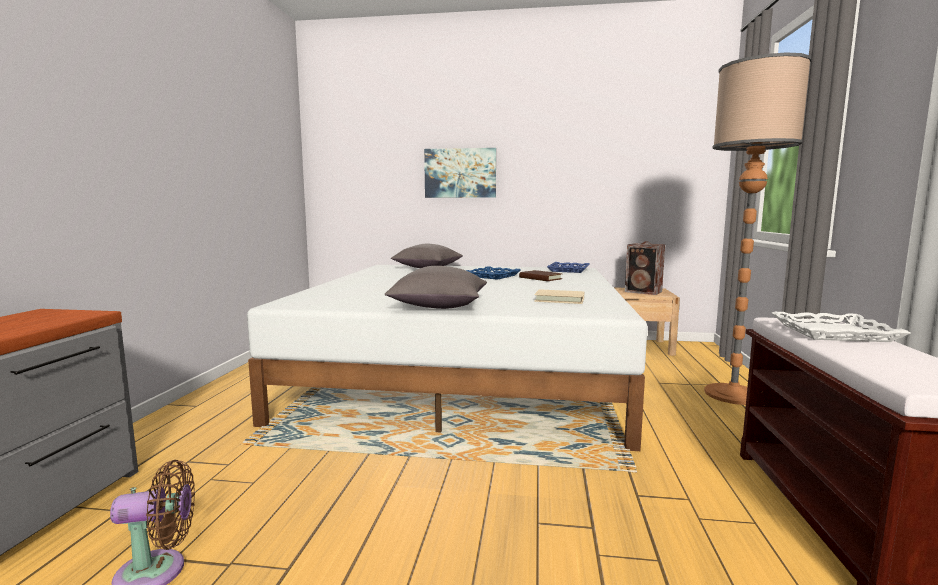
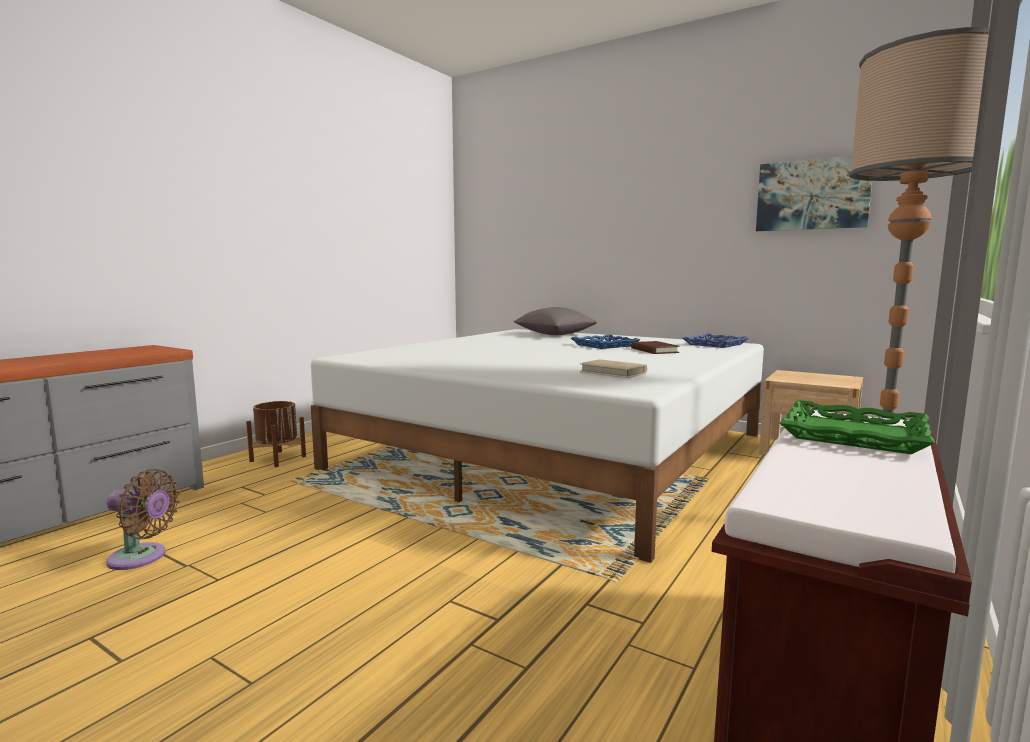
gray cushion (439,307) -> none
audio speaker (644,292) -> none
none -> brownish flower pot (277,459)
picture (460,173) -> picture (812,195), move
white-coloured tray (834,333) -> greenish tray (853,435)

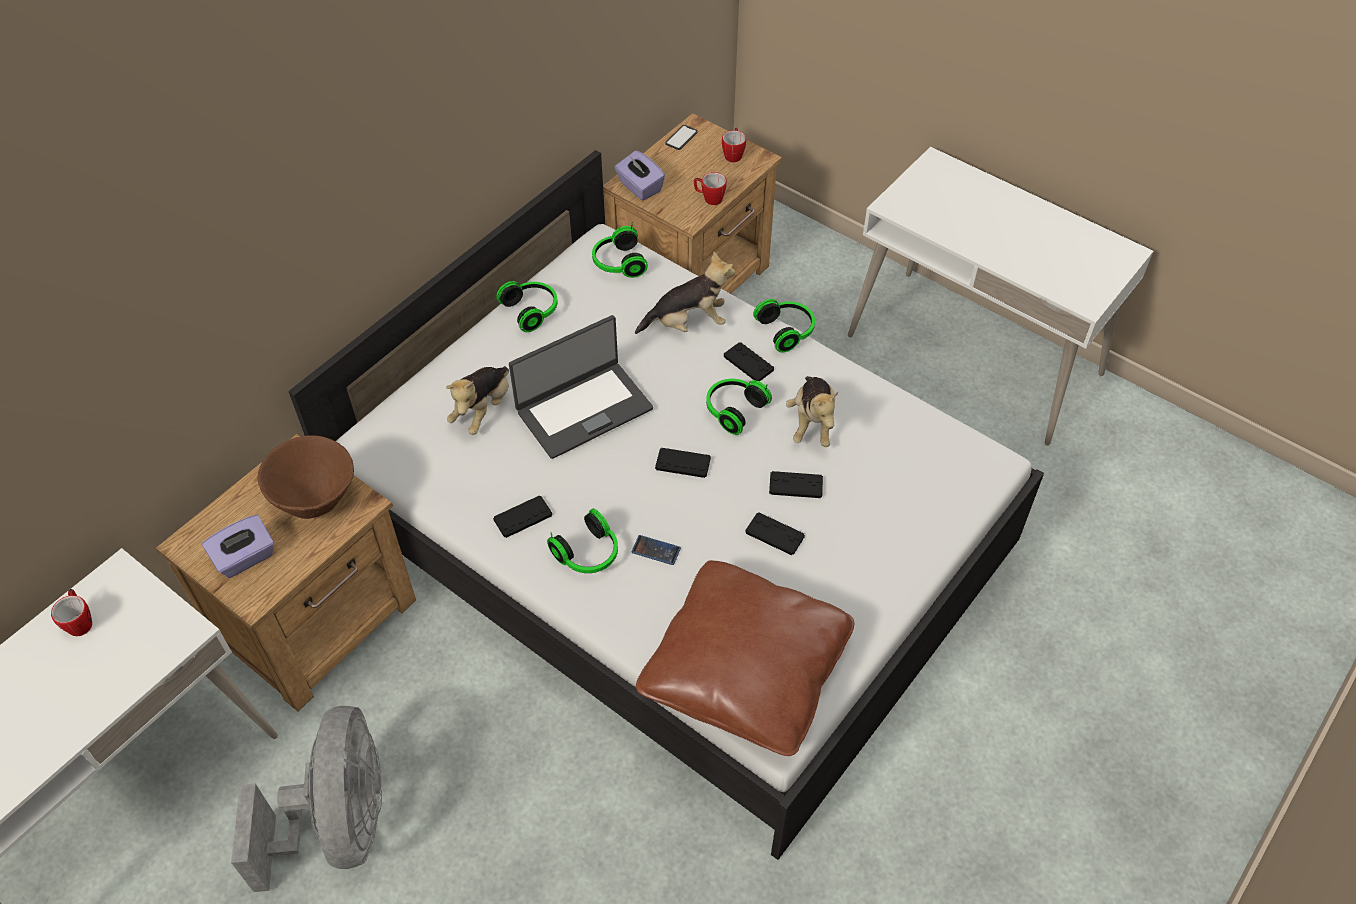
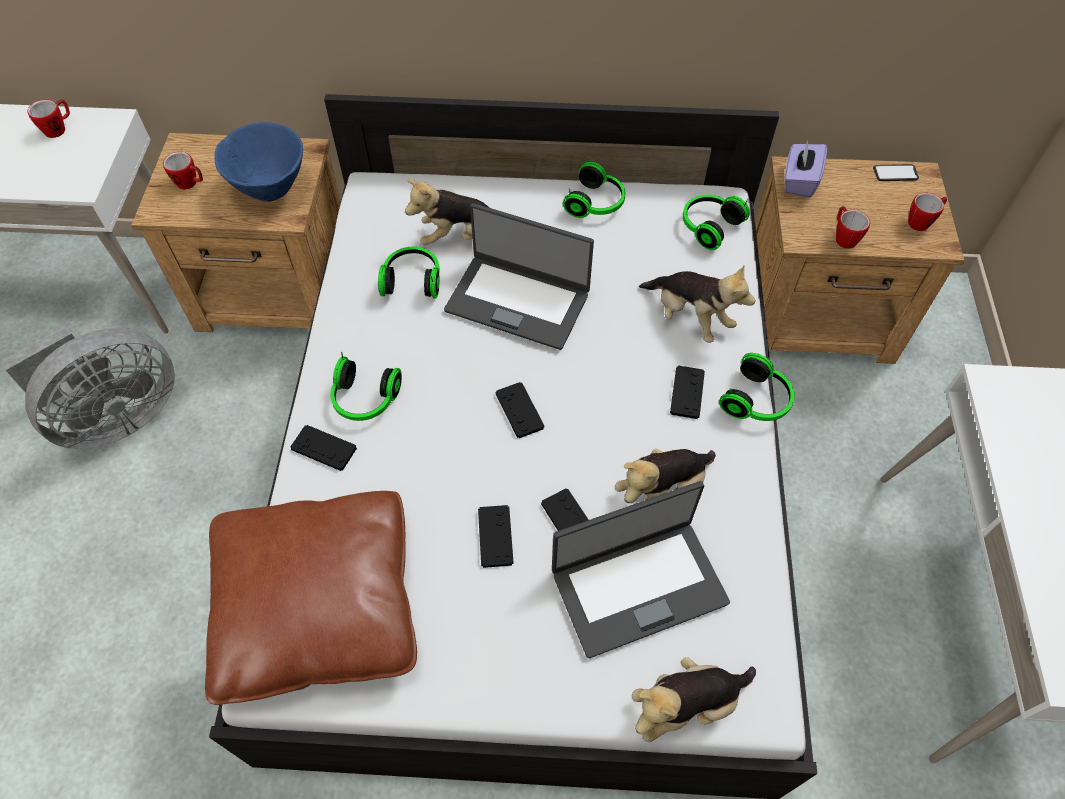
phone (656,550) -> none
none -> notebook computer (638,585)
none -> plush toy (686,705)
black game controller (523,517) -> black game controller (324,448), move
pair of headphones (733,410) -> pair of headphones (412,280), move
purple-coloured tissue box (245,558) -> coffee mug (190,183)
brownish deep dish (317,502) -> blue-coloured deep dish (271,190)

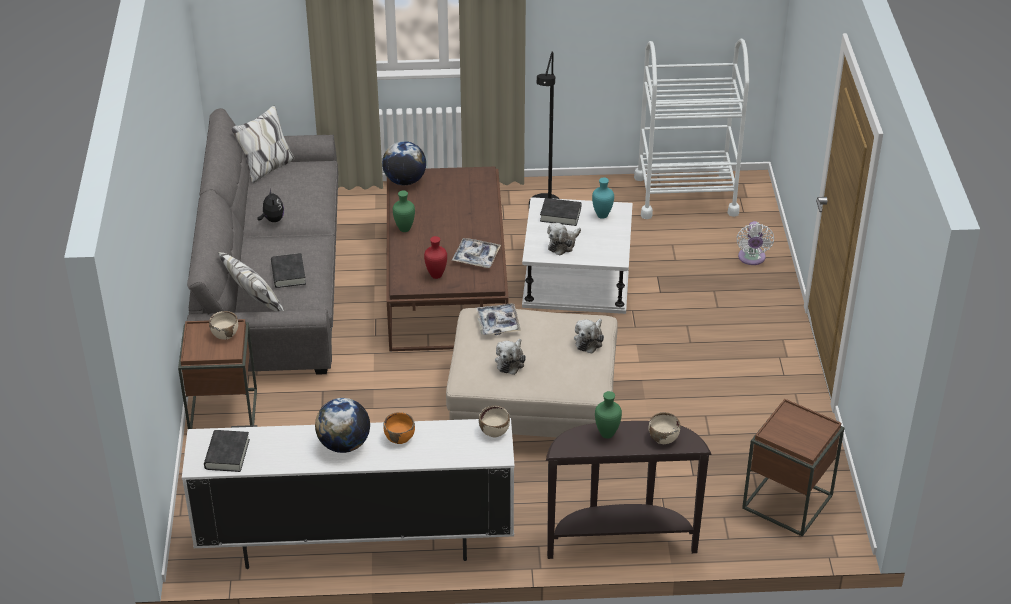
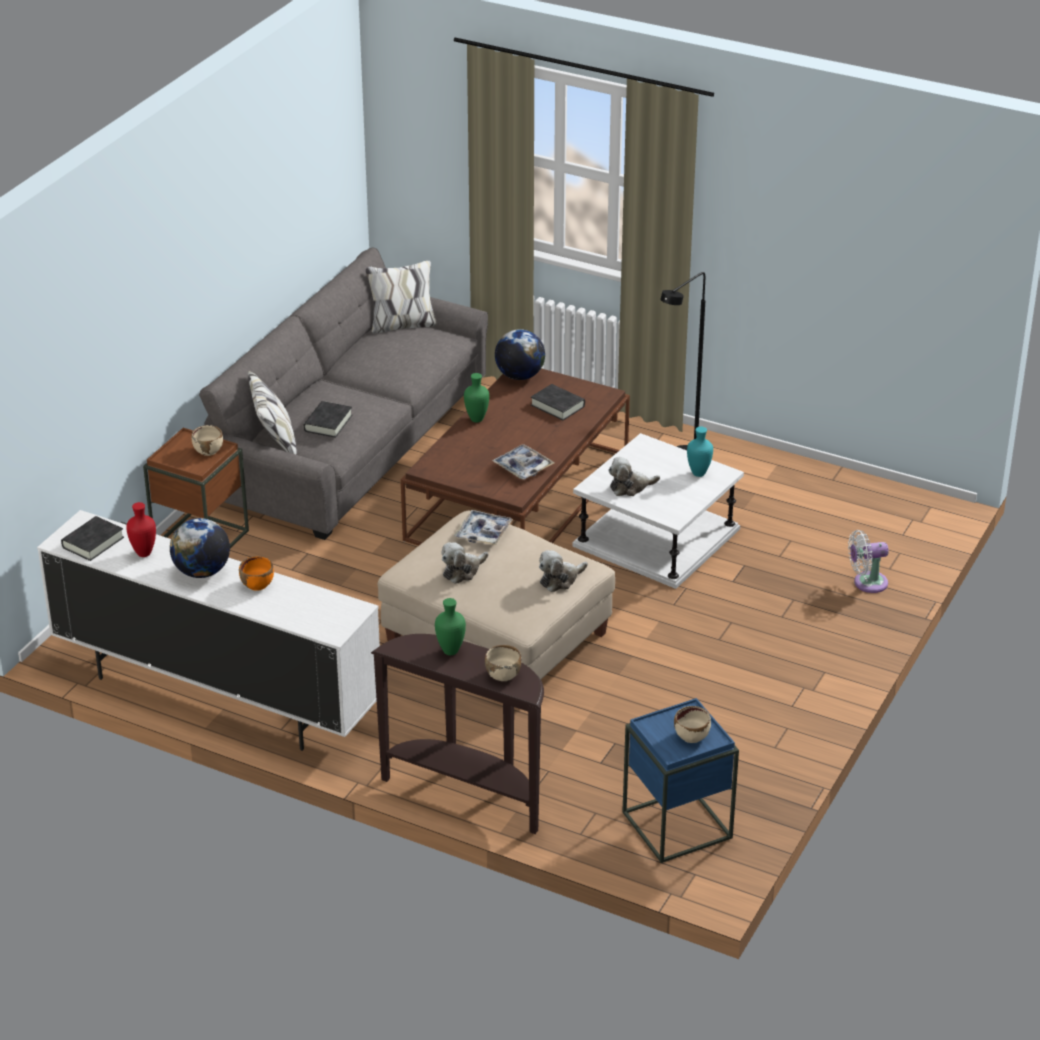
plush toy (272,220) -> none
white-coloured trolley (685,195) -> none
reddish decorative vase (436,276) -> reddish decorative vase (143,554), move
beige deep dish (494,431) -> beige deep dish (692,736), move
black volume (560,215) -> black volume (557,406), move
brownish end table (787,502) -> blue-coloured end table (676,825)
white-coloured fan (751,258) -> white-coloured fan (866,583), 45 degrees clockwise

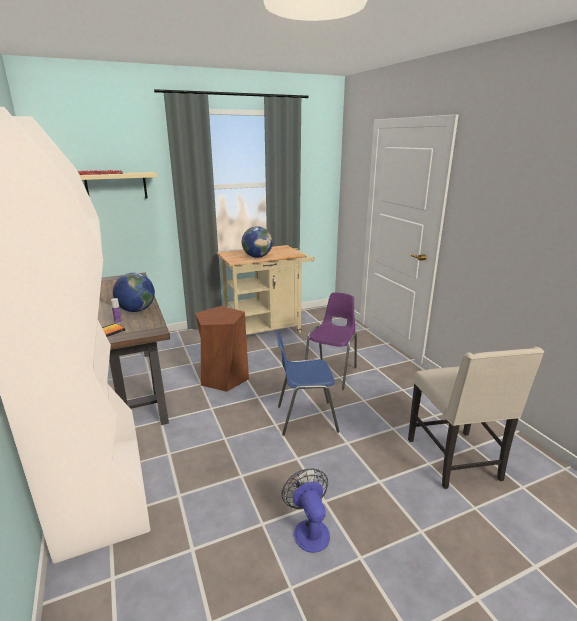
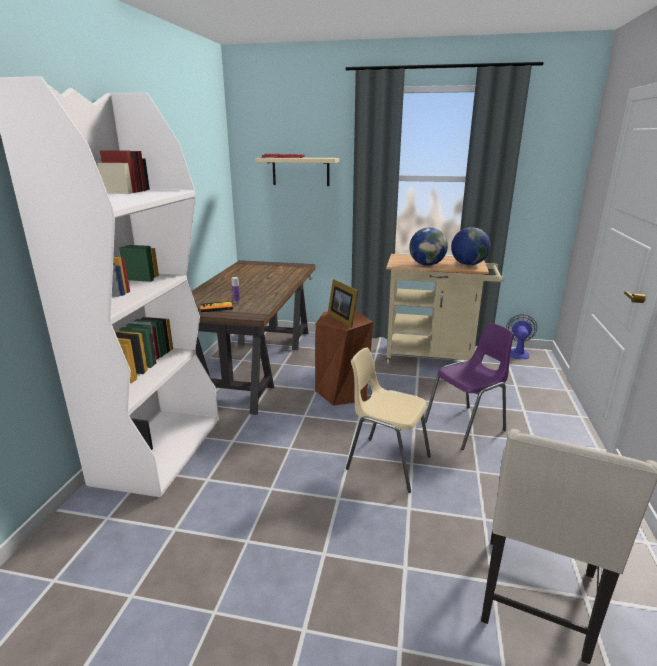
none -> standing frame (343,319)
globe (136,310) -> globe (468,264), move
fan (309,529) -> fan (518,352), move
blue-coloured chair (305,418) -> beige chair (386,462)

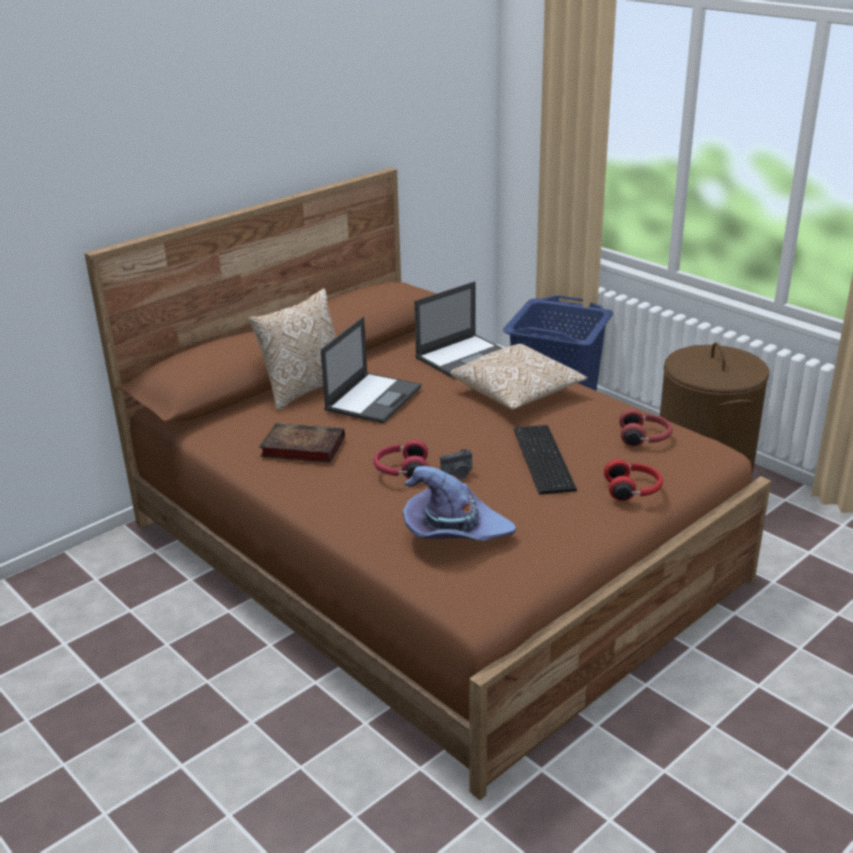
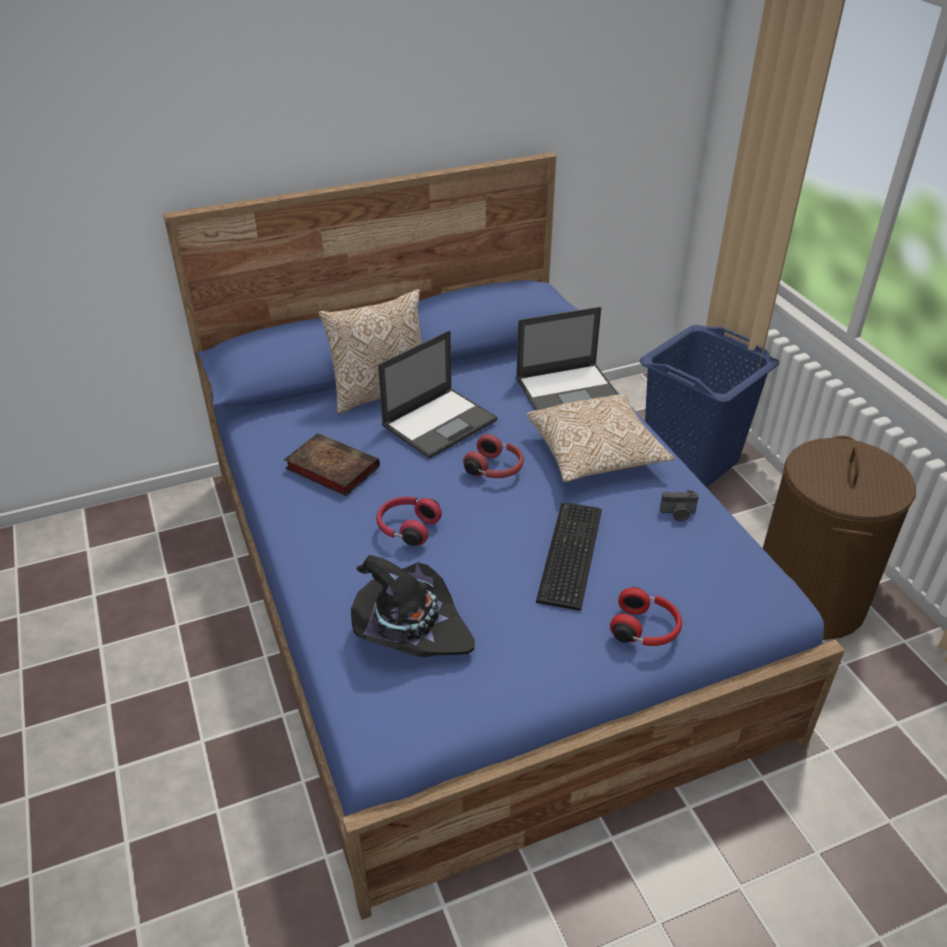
photo camera (458,473) -> photo camera (678,514), move
reddish pair of headphones (645,438) -> reddish pair of headphones (495,469), move
brownish bedroom bed (429,549) -> blue-coloured bedroom bed (474,590)
purple-coloured wearable hat (454,530) -> black wearable hat (410,627)

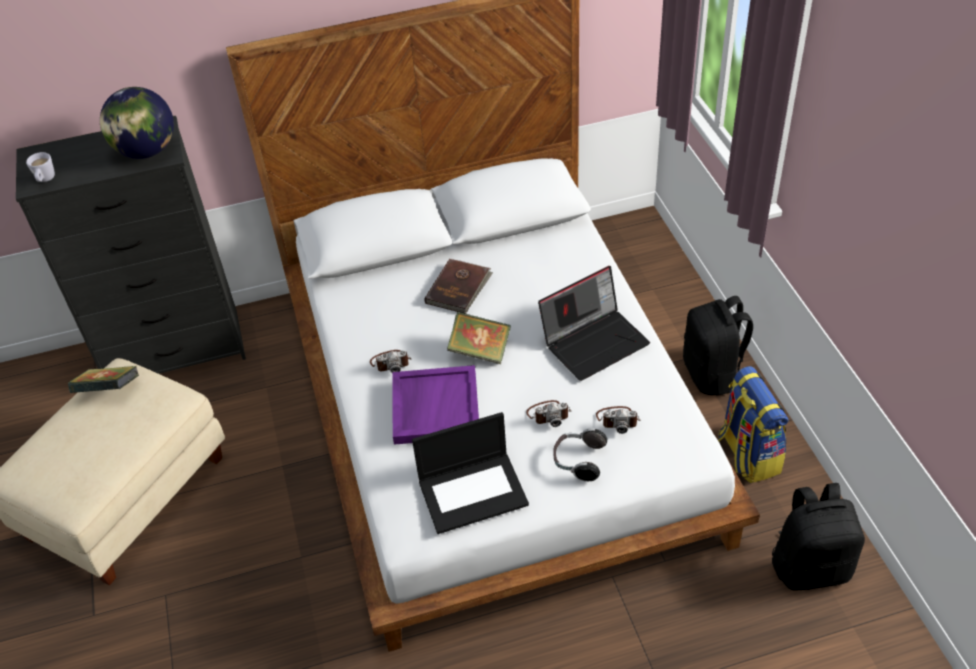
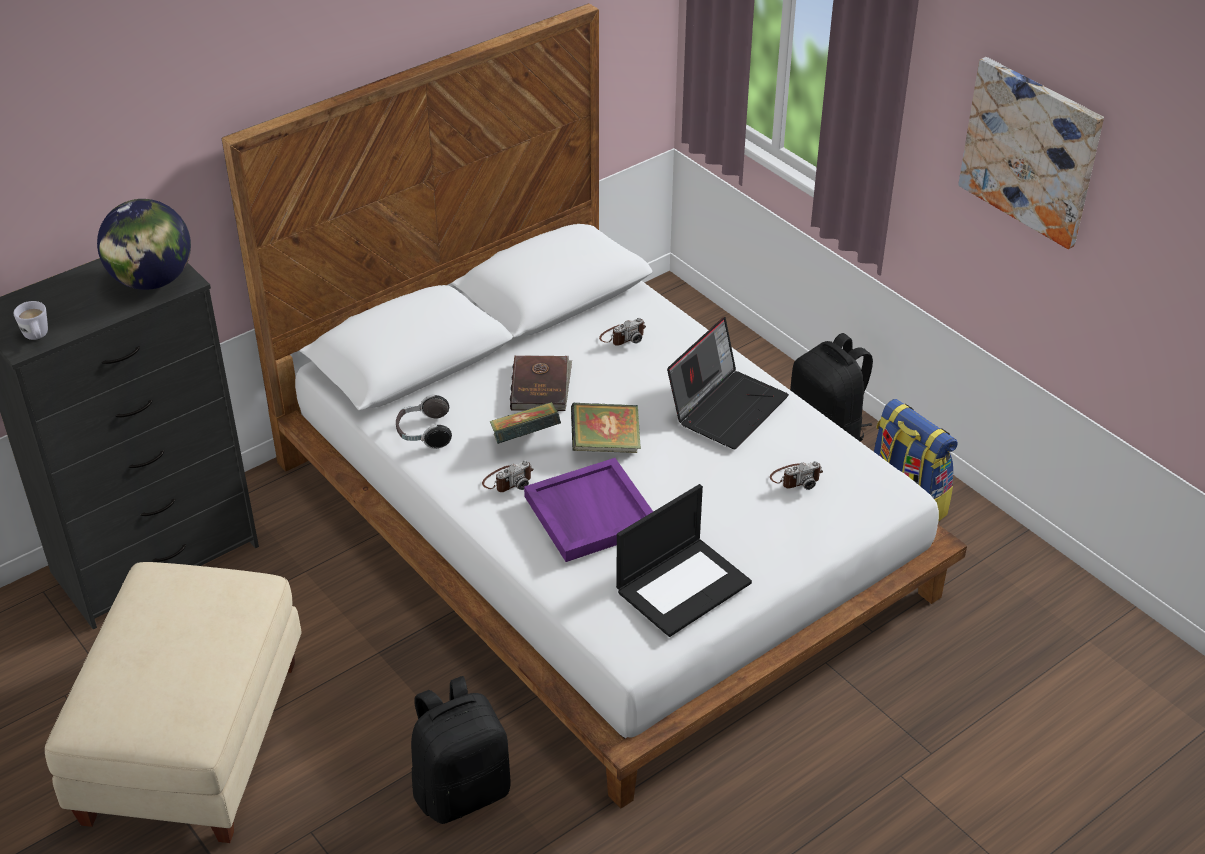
none -> picture (1031,151)
volume (109,391) -> volume (525,439), move
photo camera (548,414) -> photo camera (622,336), move
pair of headphones (578,461) -> pair of headphones (424,433), move
black knapsack (810,566) -> black knapsack (462,790), move

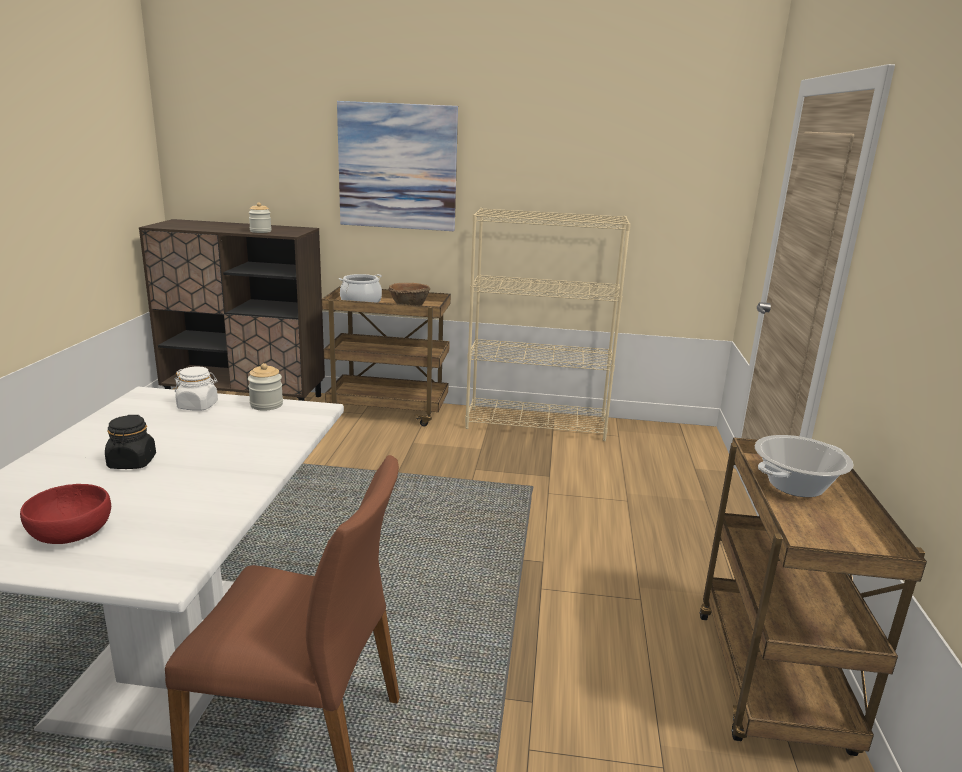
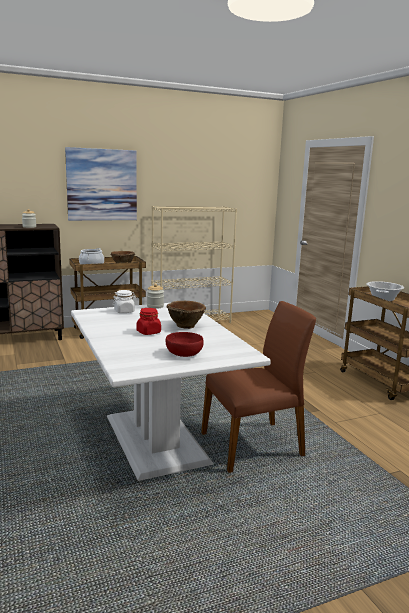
none -> brownish deep dish (185,325)
black storage jar (132,462) -> reddish storage jar (148,332)

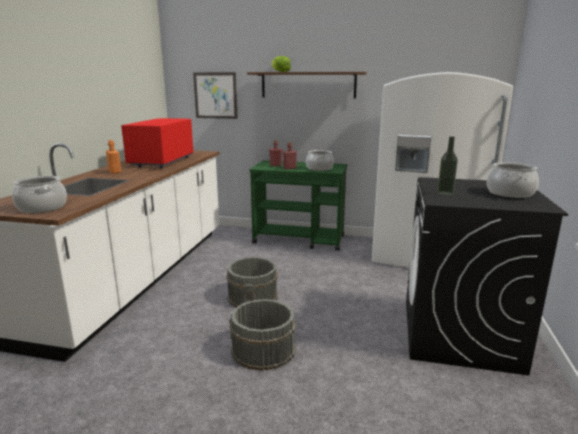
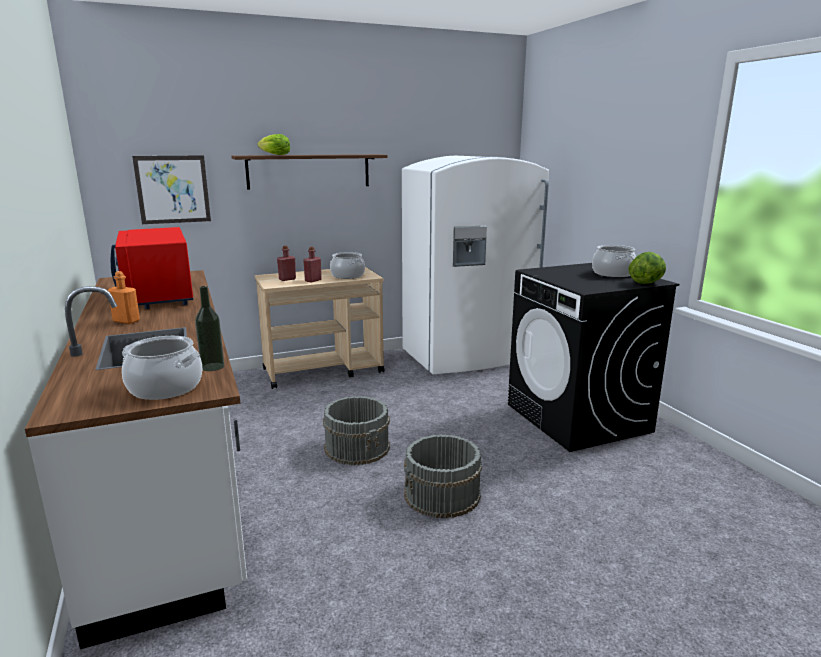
none -> lettuce (646,283)
beverage bottle (445,193) -> beverage bottle (212,367), move
greenish trolley (299,240) -> beige trolley (324,370)

